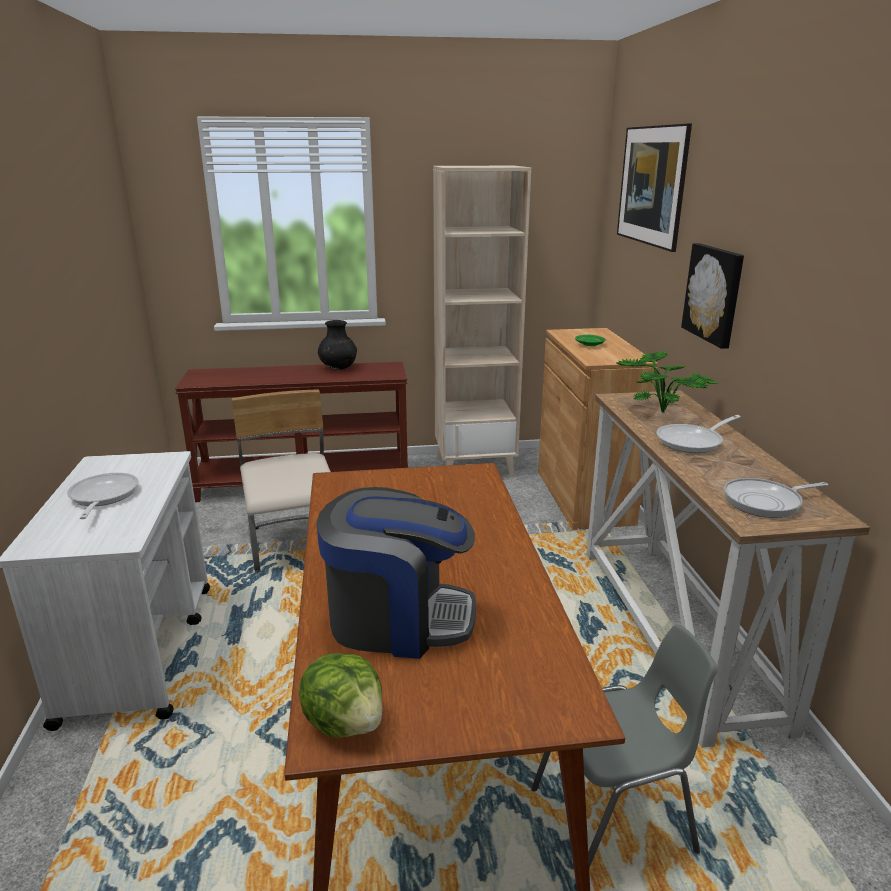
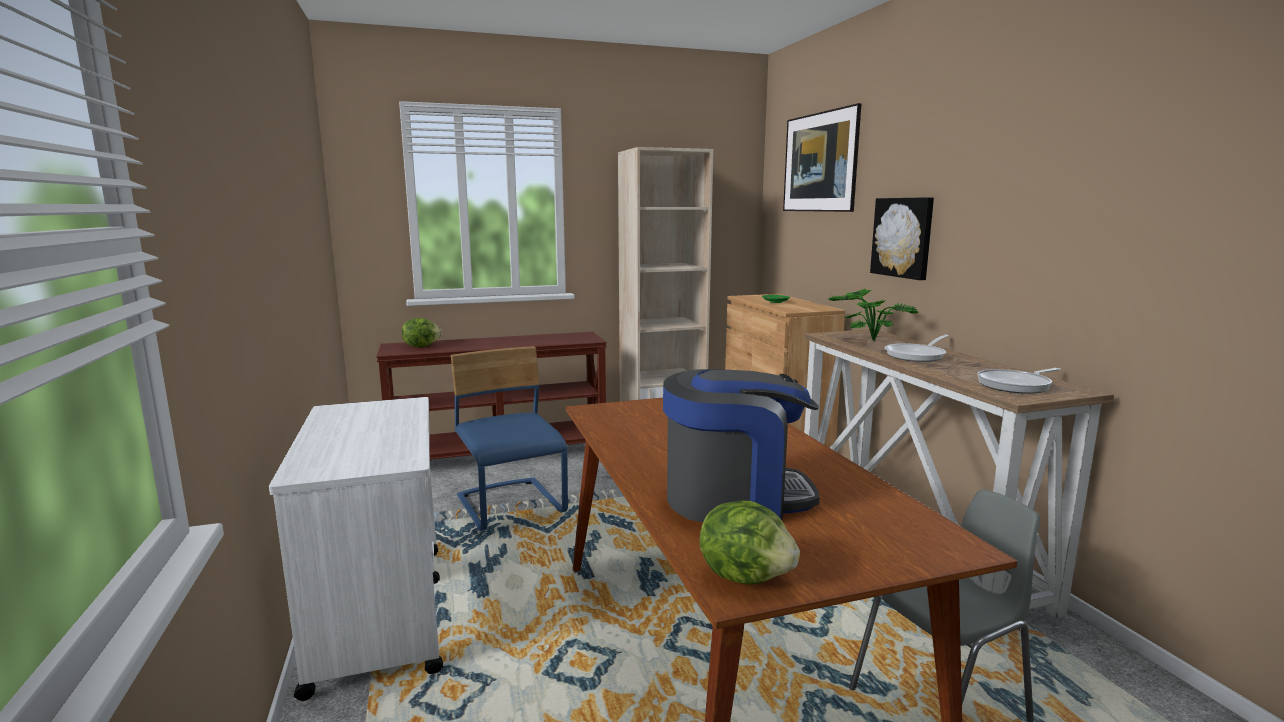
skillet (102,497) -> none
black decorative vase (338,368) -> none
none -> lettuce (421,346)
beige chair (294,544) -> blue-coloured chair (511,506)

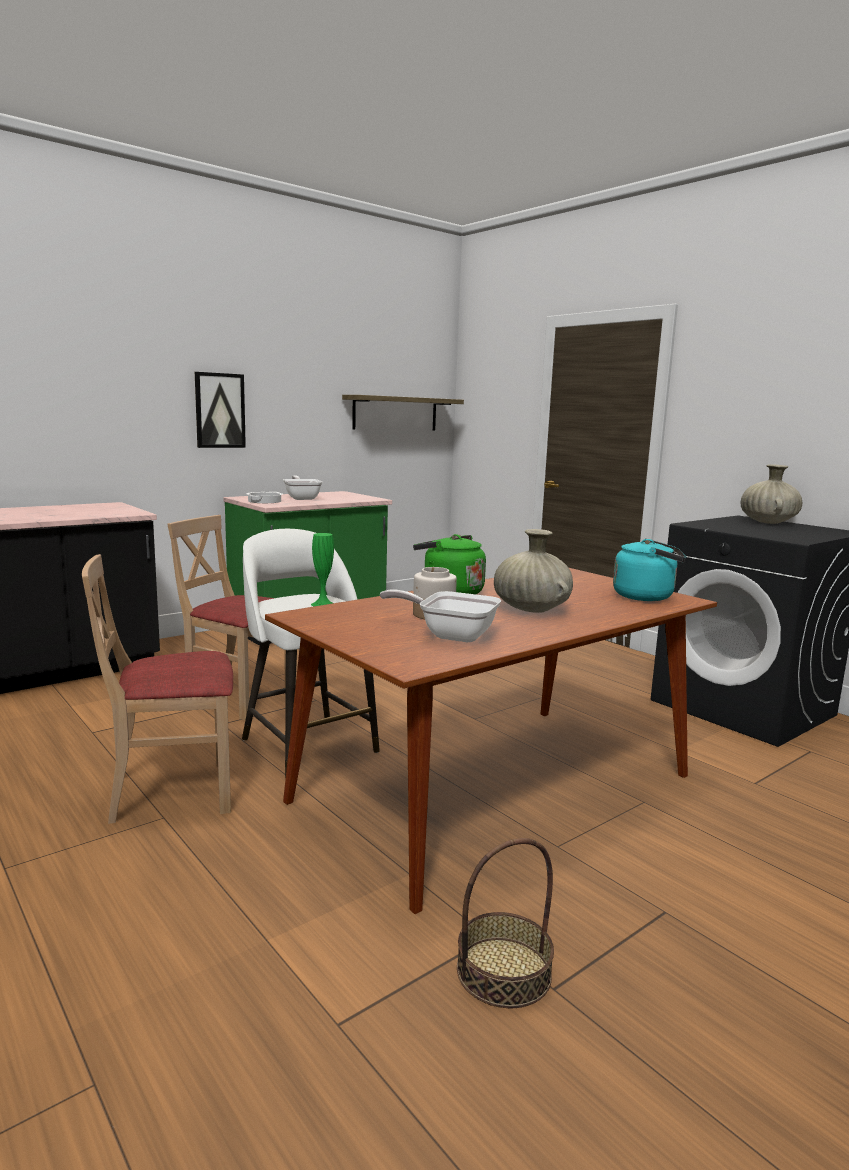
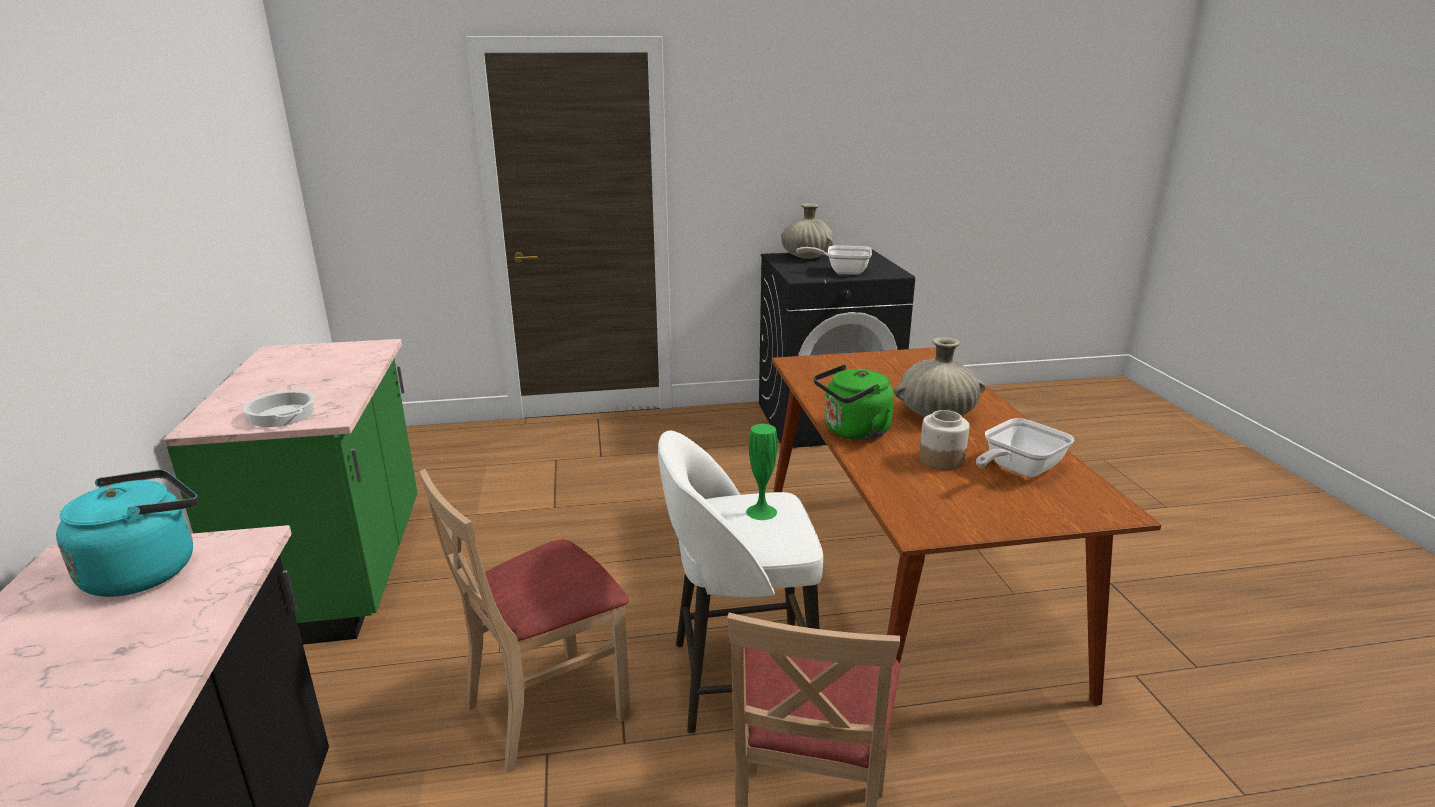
picture (219,410) -> none
wall shelf (395,413) -> none
basket (503,972) -> none
skillet (302,498) -> skillet (842,272), move
turquoise water kettle (647,596) -> turquoise water kettle (148,570), move

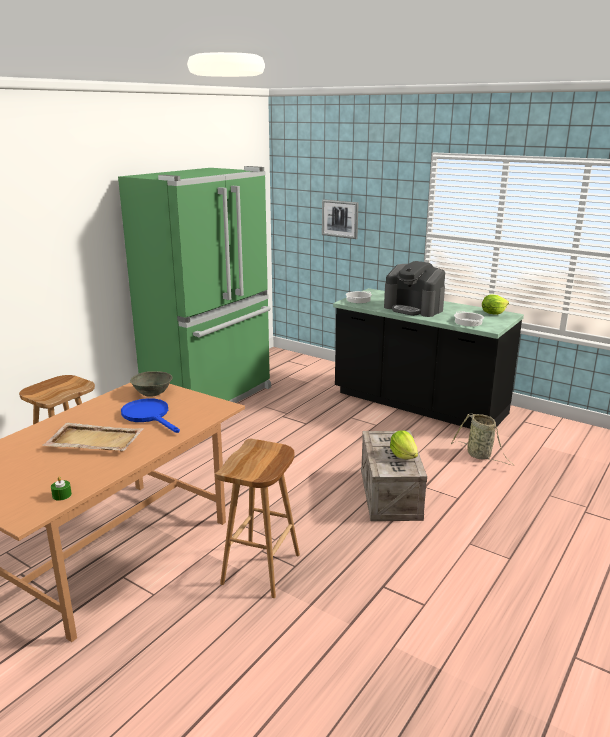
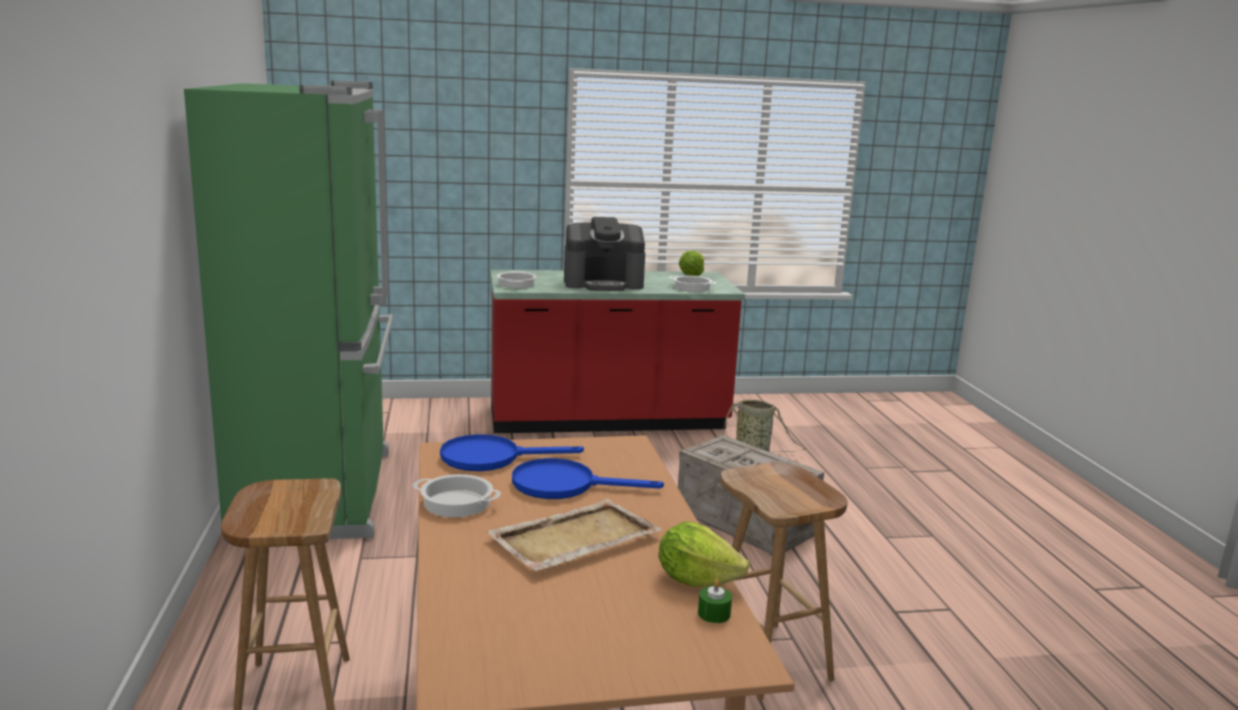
picture (340,218) -> none
none -> saucepot (457,502)
lettuce (403,455) -> lettuce (696,580), move
gray deep dish (152,392) -> blue-coloured skillet (491,458)
black kitchen base unit (418,405) -> reddish kitchen base unit (608,420)

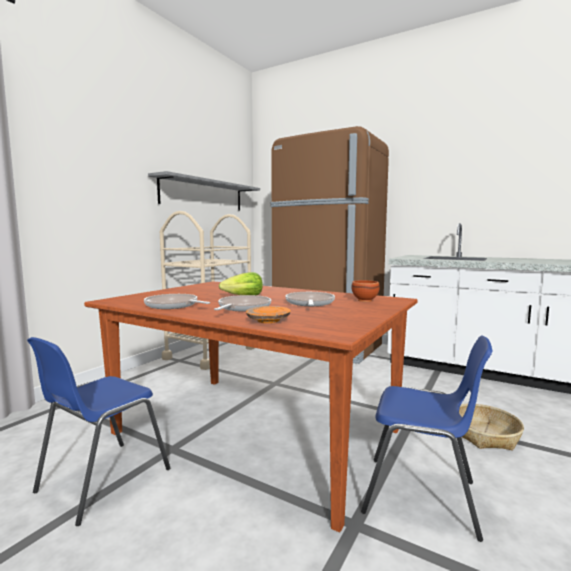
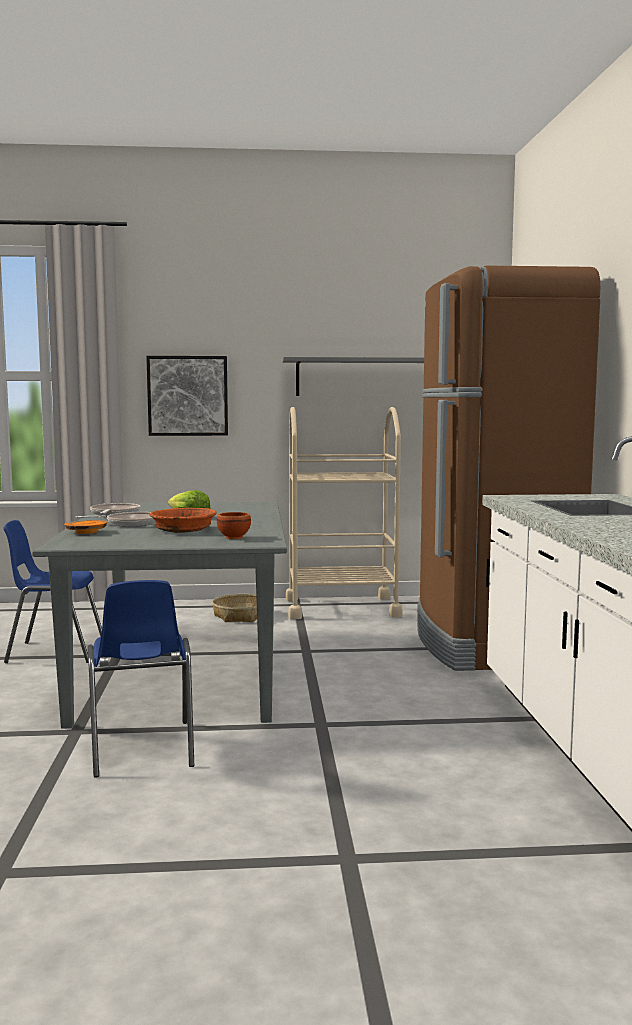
none -> picture (188,396)
basket (484,435) -> basket (241,616), move
skillet (309,303) -> orange deep dish (183,530)
brownish dinner table (254,432) -> gray dinner table (180,670)

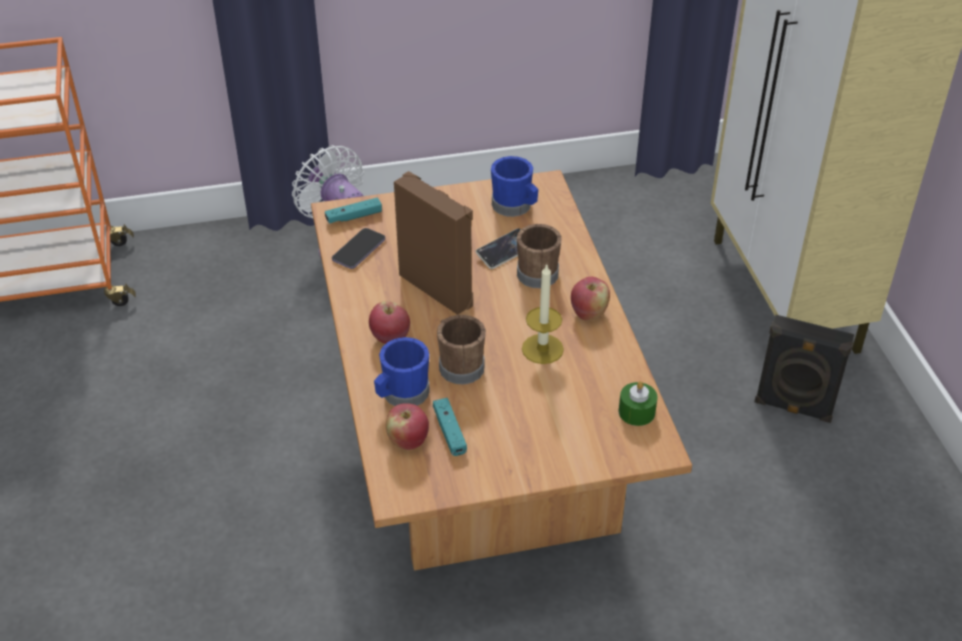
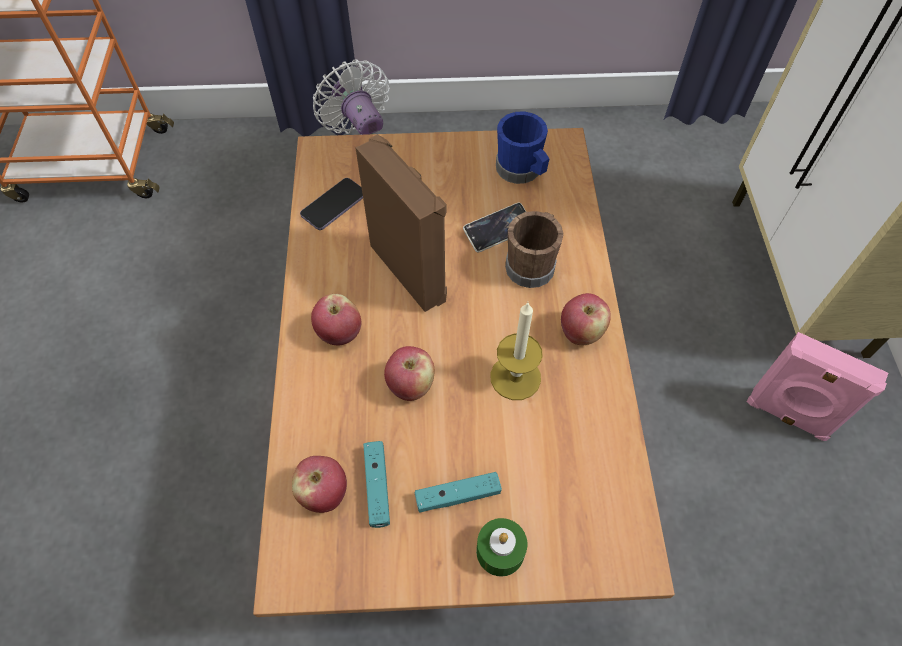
blue-coloured coffee mug (401,395) -> none
turquoise game controller (354,216) -> turquoise game controller (457,495), move
greenish wax candle (636,412) -> greenish wax candle (500,551), move
brownish coffee mug (459,365) -> apple fruit (410,386)
black audio speaker (793,408) -> pink audio speaker (787,416)

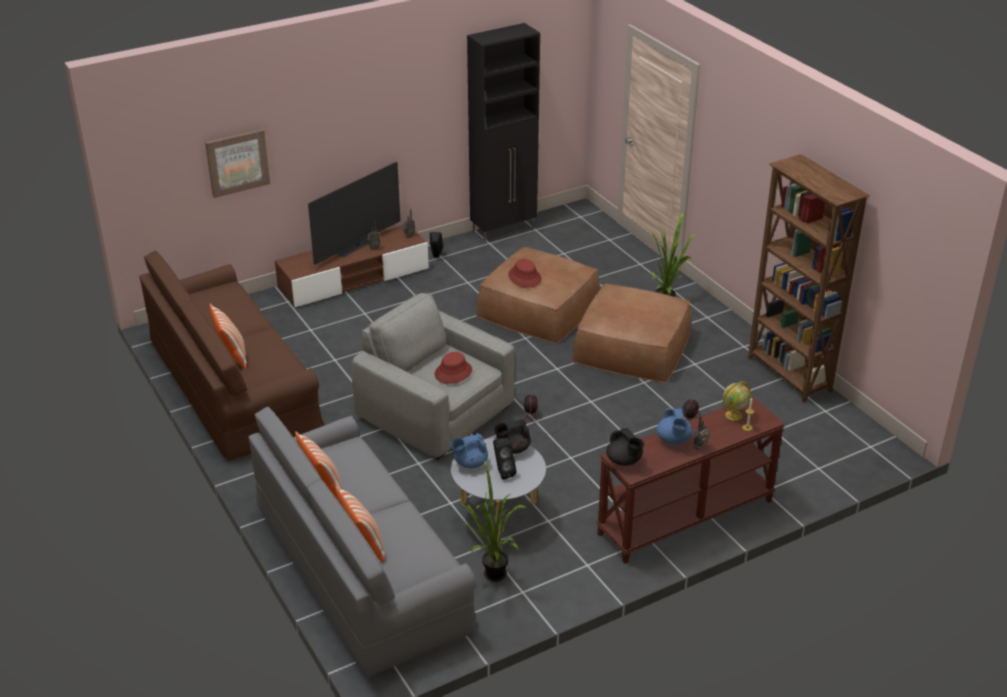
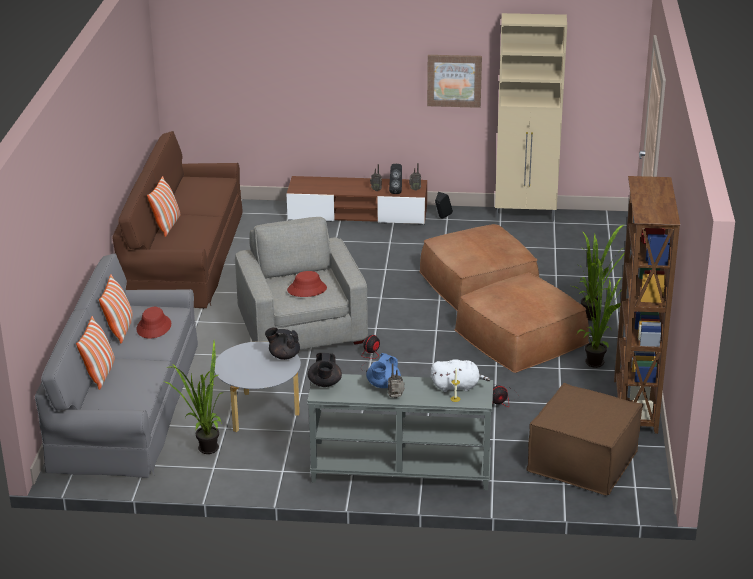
TV set (357,246) -> none
blue-coloured pot for tea (470,463) -> none
none -> brownish ottoman (582,461)
none -> potted plant (596,361)
picture (237,162) -> picture (454,80), move
black audio speaker (502,472) -> black audio speaker (396,191), move
reddish wearable hat (525,277) -> reddish wearable hat (154,327), move
globe (734,415) -> white-coloured plush toy (457,386)
black storage cabinet (504,230) -> beige storage cabinet (526,215)
brownish hall table (686,518) -> gray hall table (400,472)

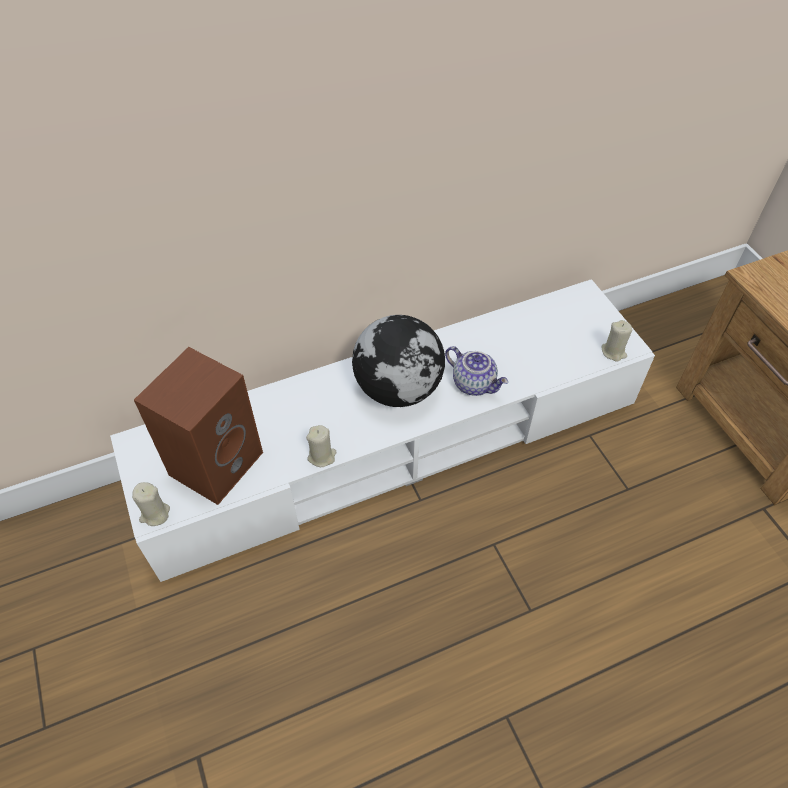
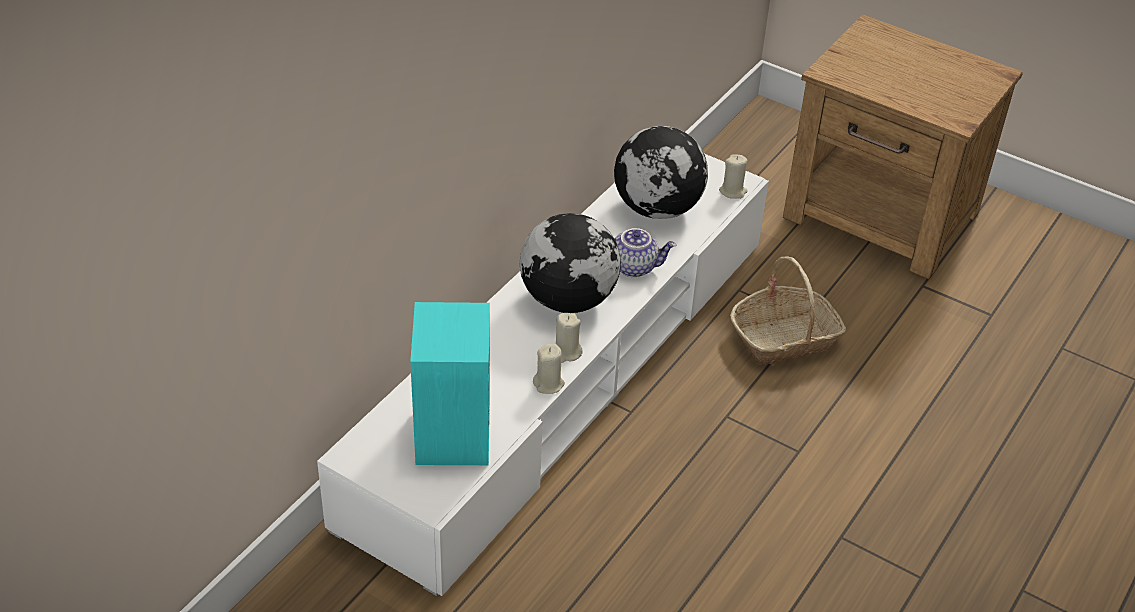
none -> globe (658,208)
none -> basket (784,338)
beige wax candle (155,514) -> beige wax candle (566,352), move
brownish audio speaker (216,461) -> turquoise audio speaker (451,432)

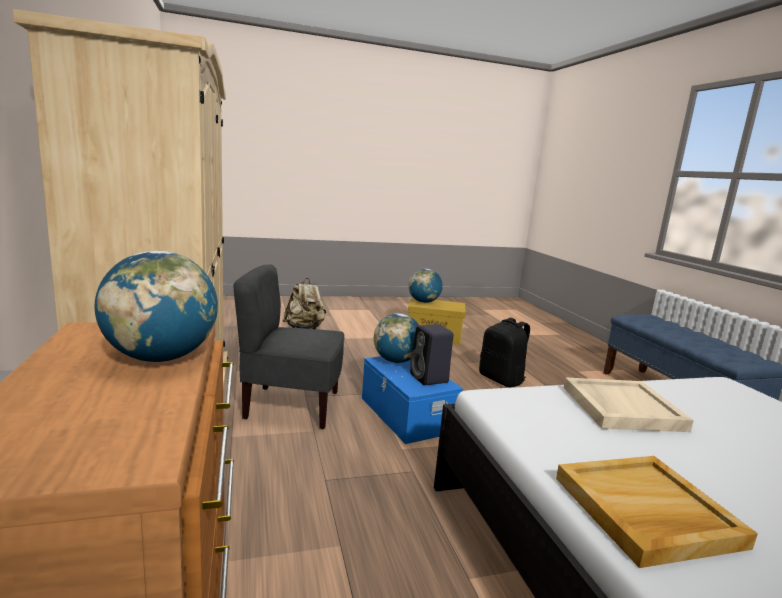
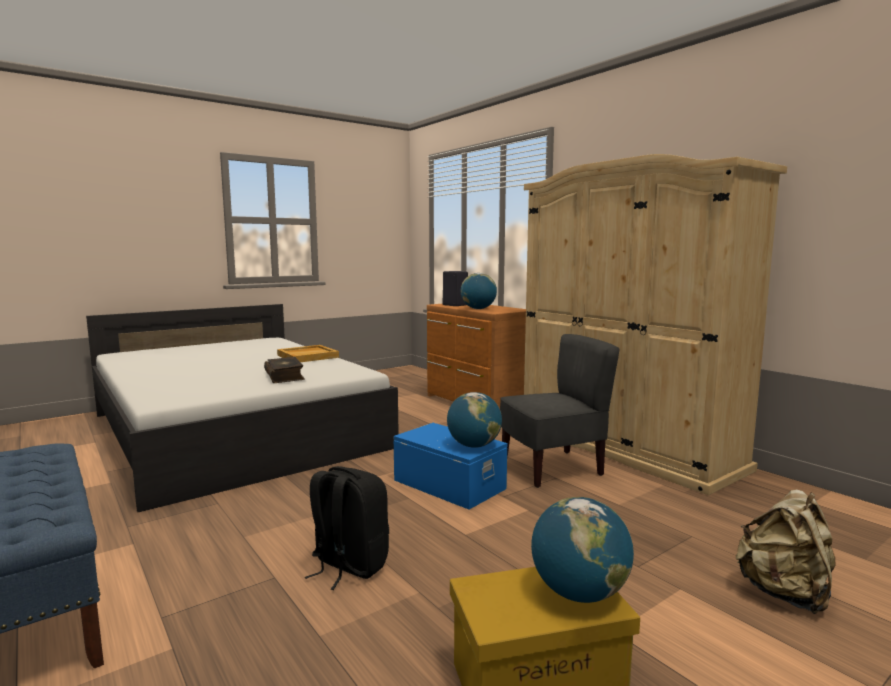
black audio speaker (430,379) -> black audio speaker (454,305), move
beige tray (620,407) -> volume (285,376)

